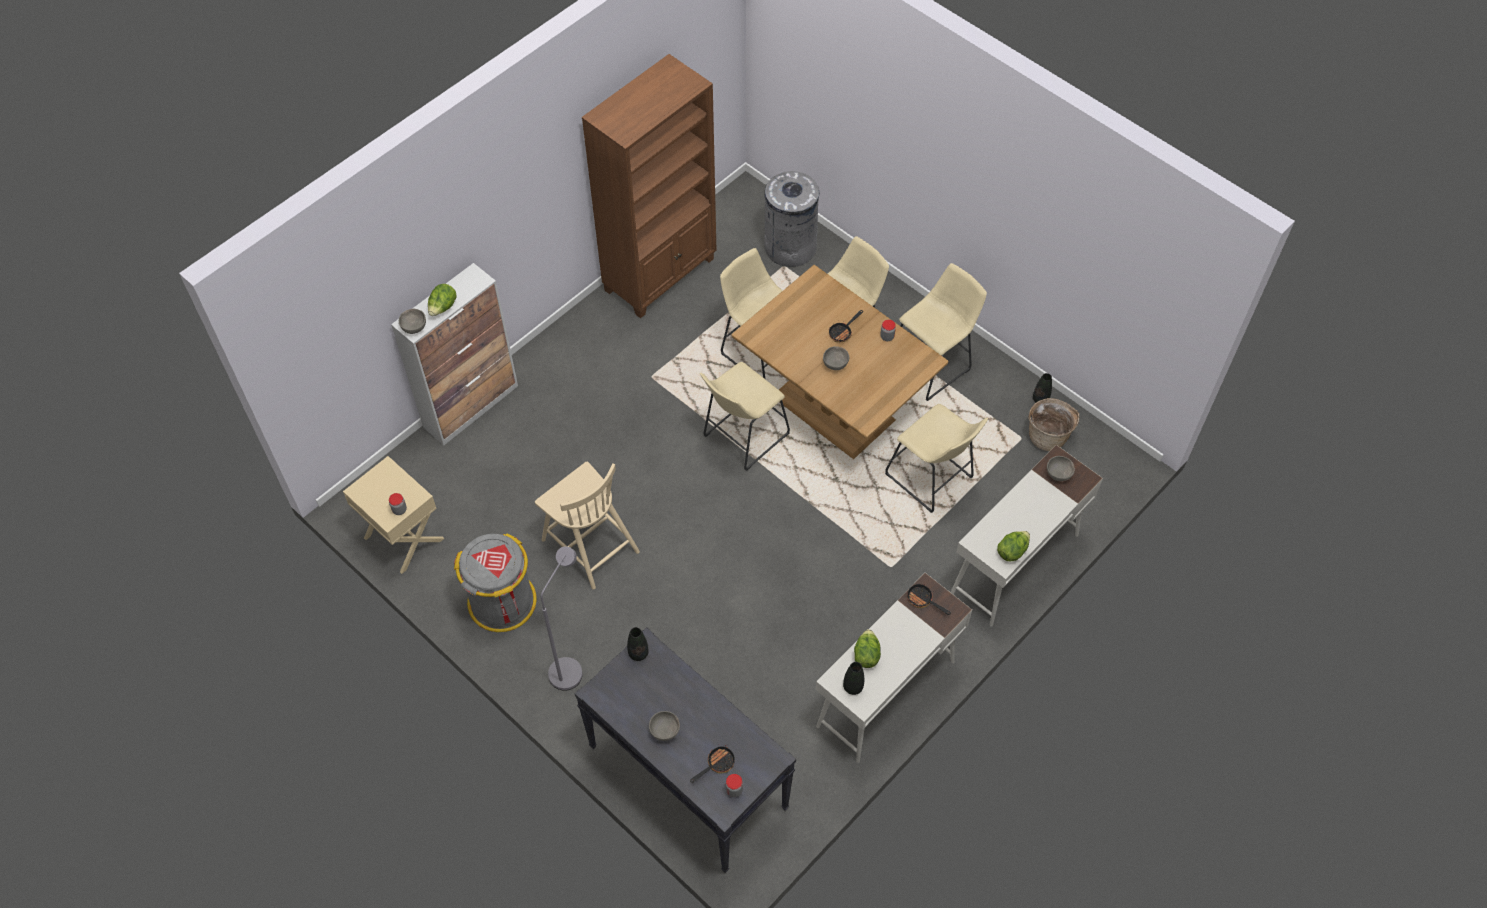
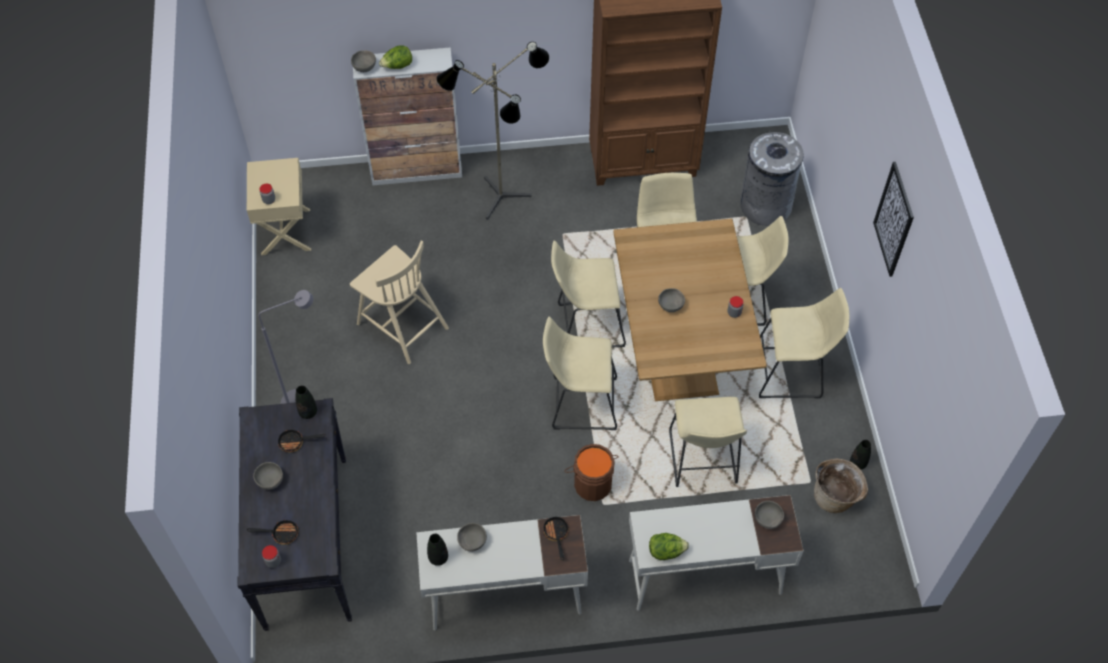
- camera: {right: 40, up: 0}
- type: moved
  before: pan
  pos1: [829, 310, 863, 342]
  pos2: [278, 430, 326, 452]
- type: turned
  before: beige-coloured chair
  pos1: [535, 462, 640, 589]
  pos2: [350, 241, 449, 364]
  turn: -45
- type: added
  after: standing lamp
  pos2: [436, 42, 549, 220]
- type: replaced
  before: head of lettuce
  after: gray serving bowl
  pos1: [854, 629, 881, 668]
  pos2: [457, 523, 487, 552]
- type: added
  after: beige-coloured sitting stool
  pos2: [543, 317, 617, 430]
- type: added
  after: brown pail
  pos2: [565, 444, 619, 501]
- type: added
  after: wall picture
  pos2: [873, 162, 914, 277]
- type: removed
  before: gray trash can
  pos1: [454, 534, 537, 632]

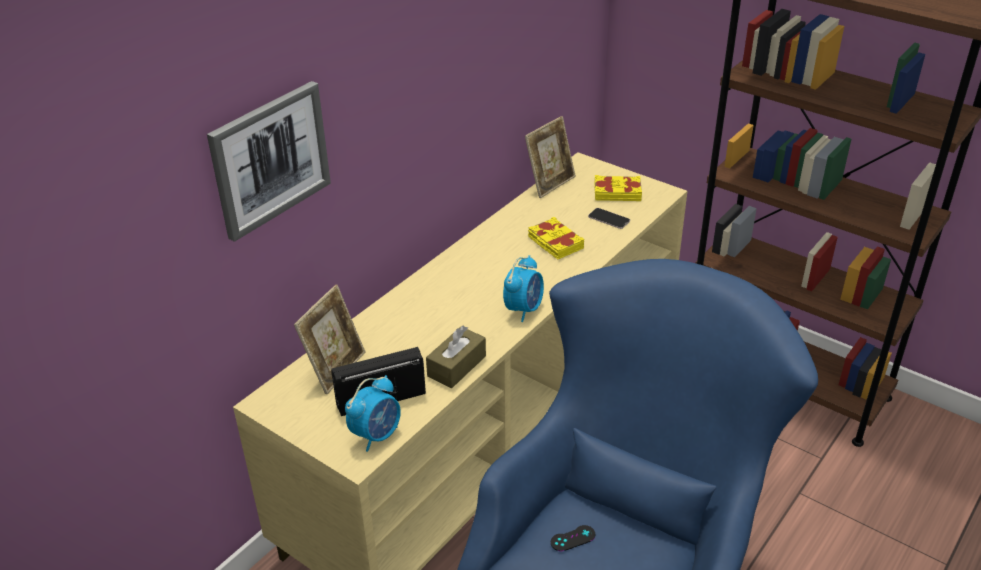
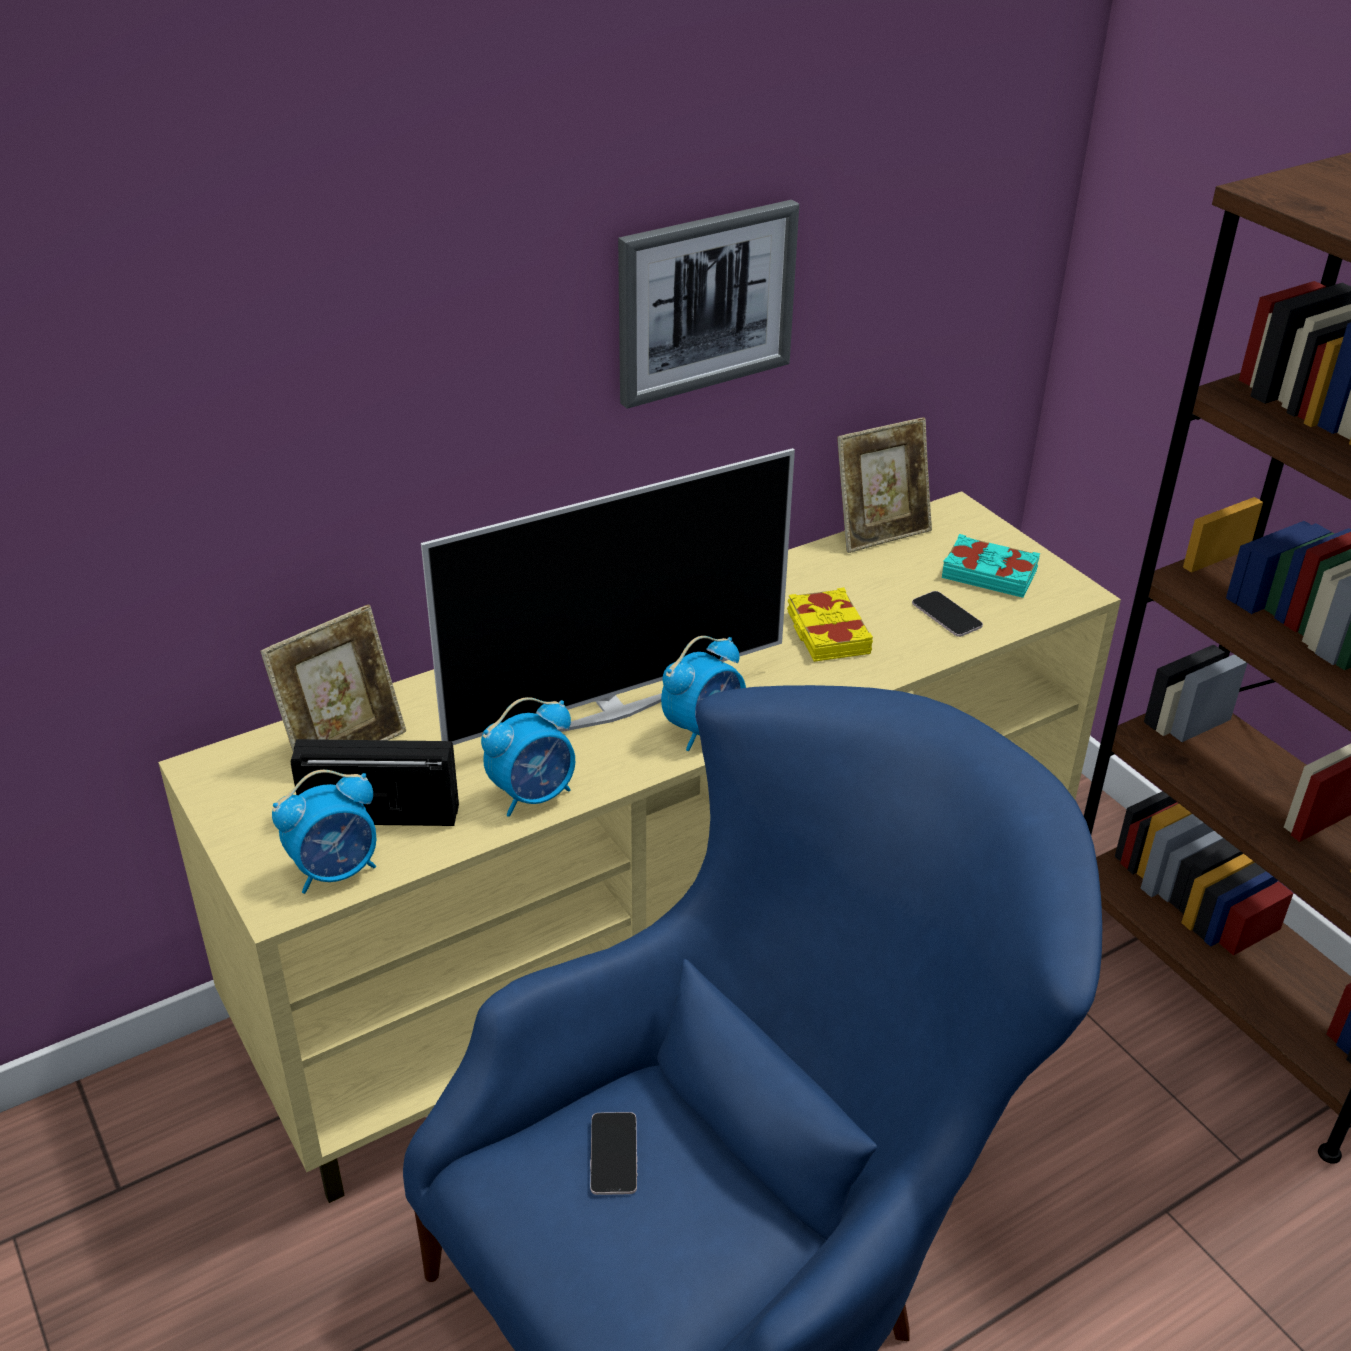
- camera: {right: 20, up: 0}
- type: added
  after: TV
  pos2: [421, 448, 795, 745]
- type: replaced
  before: brown tissue holder
  after: table clock
  pos1: [426, 326, 486, 388]
  pos2: [481, 697, 575, 817]
- type: replaced
  before: blackish game controller
  after: telephone
  pos1: [551, 525, 596, 551]
  pos2: [590, 1112, 637, 1195]
- type: moved
  before: wall picture
  pos1: [207, 81, 331, 242]
  pos2: [618, 200, 799, 408]
- type: recoloured
  before: yellow book
  after: turquoise book
  pos1: [594, 175, 642, 201]
  pos2: [942, 534, 1040, 598]

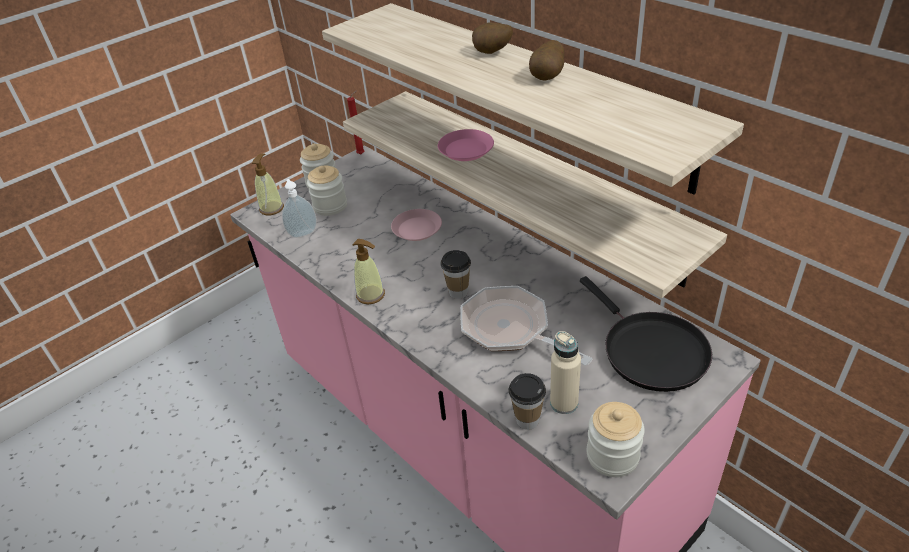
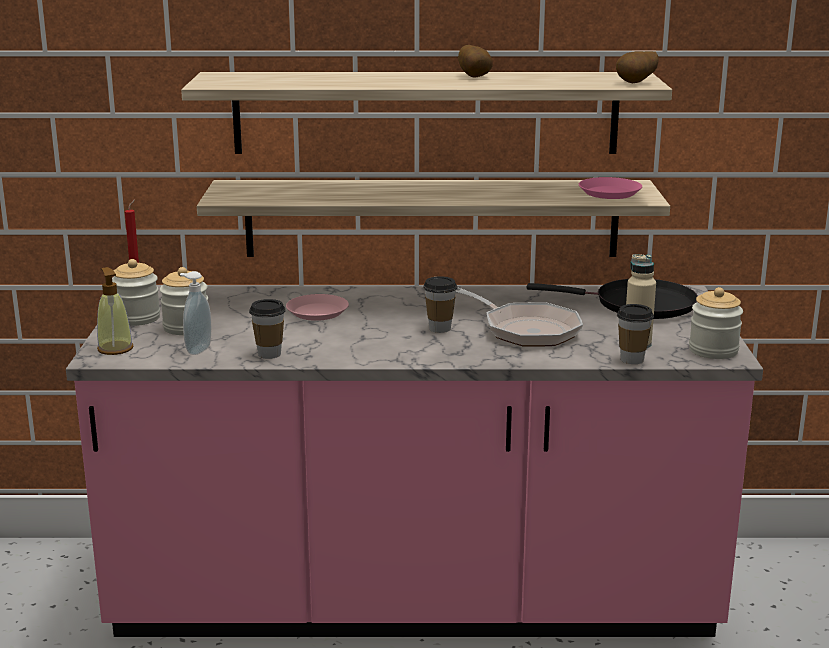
- camera: {right: -50, up: -20}
- type: added
  after: small cup
  pos2: [249, 299, 286, 359]
- type: turned
  before: pan
  pos1: [460, 286, 592, 366]
  pos2: [456, 287, 583, 347]
  turn: -135
- type: moved
  before: pinkish plate
  pos1: [438, 129, 494, 161]
  pos2: [579, 177, 642, 199]
- type: moved
  before: potato
  pos1: [472, 22, 513, 54]
  pos2: [616, 51, 659, 83]
- type: removed
  before: liquid soap bottle
  pos1: [352, 239, 385, 304]

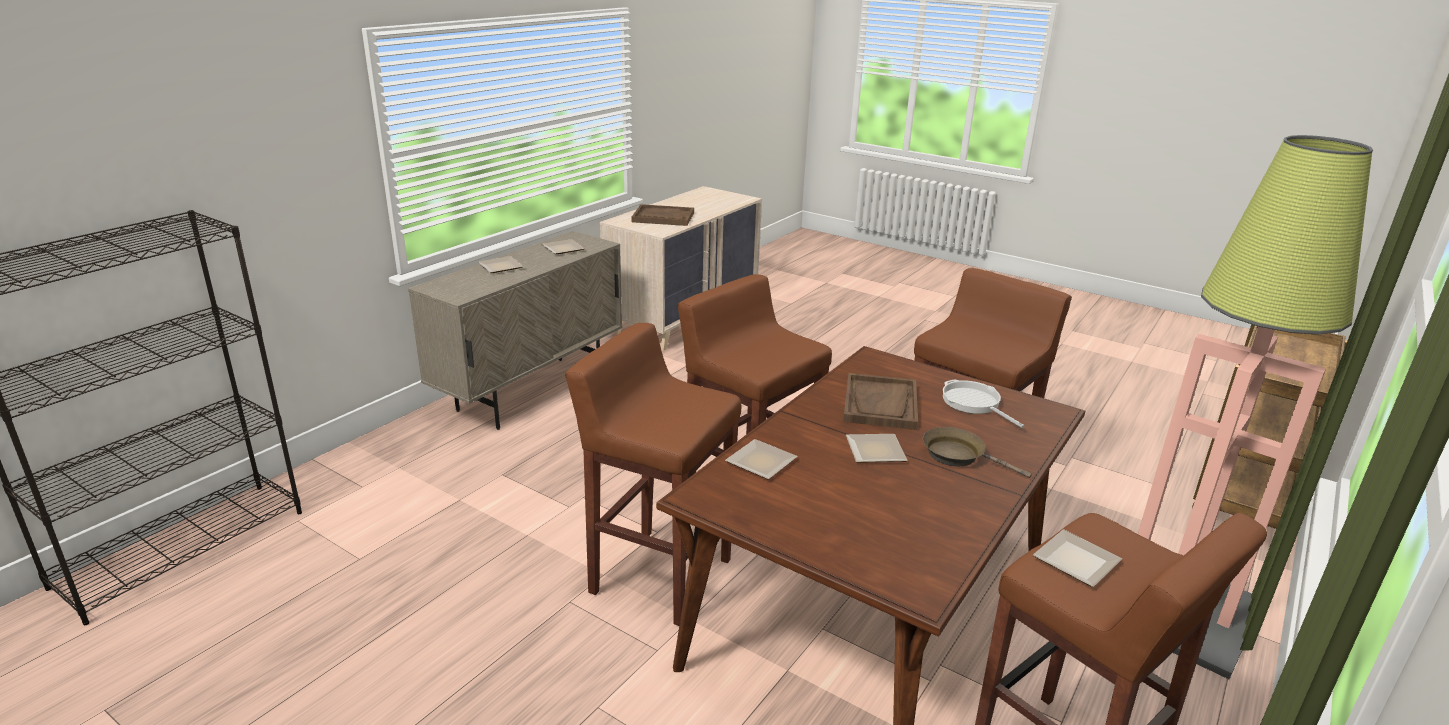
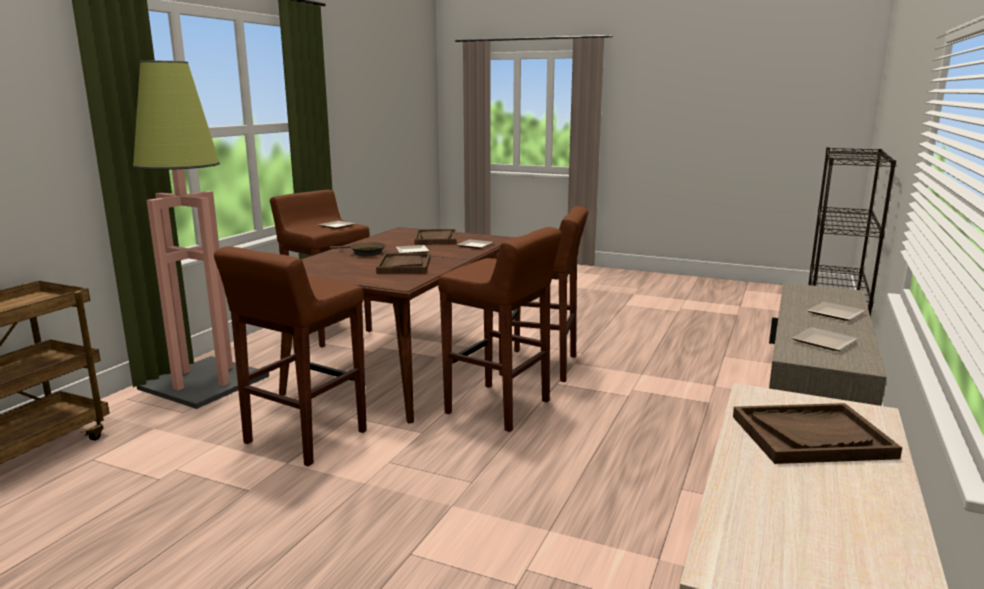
- camera: {right: 170, up: -10}
- type: added
  after: brown tray
  pos2: [414, 229, 457, 245]
- type: removed
  before: pan
  pos1: [943, 379, 1025, 428]

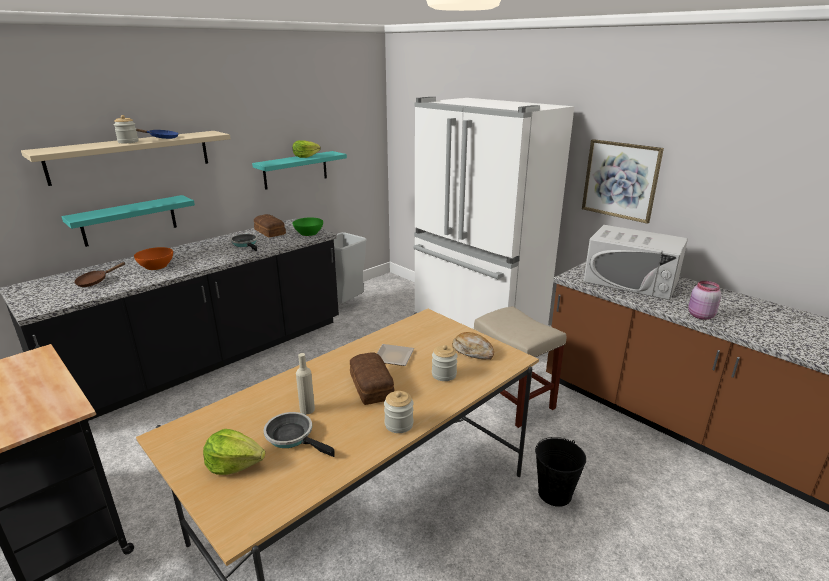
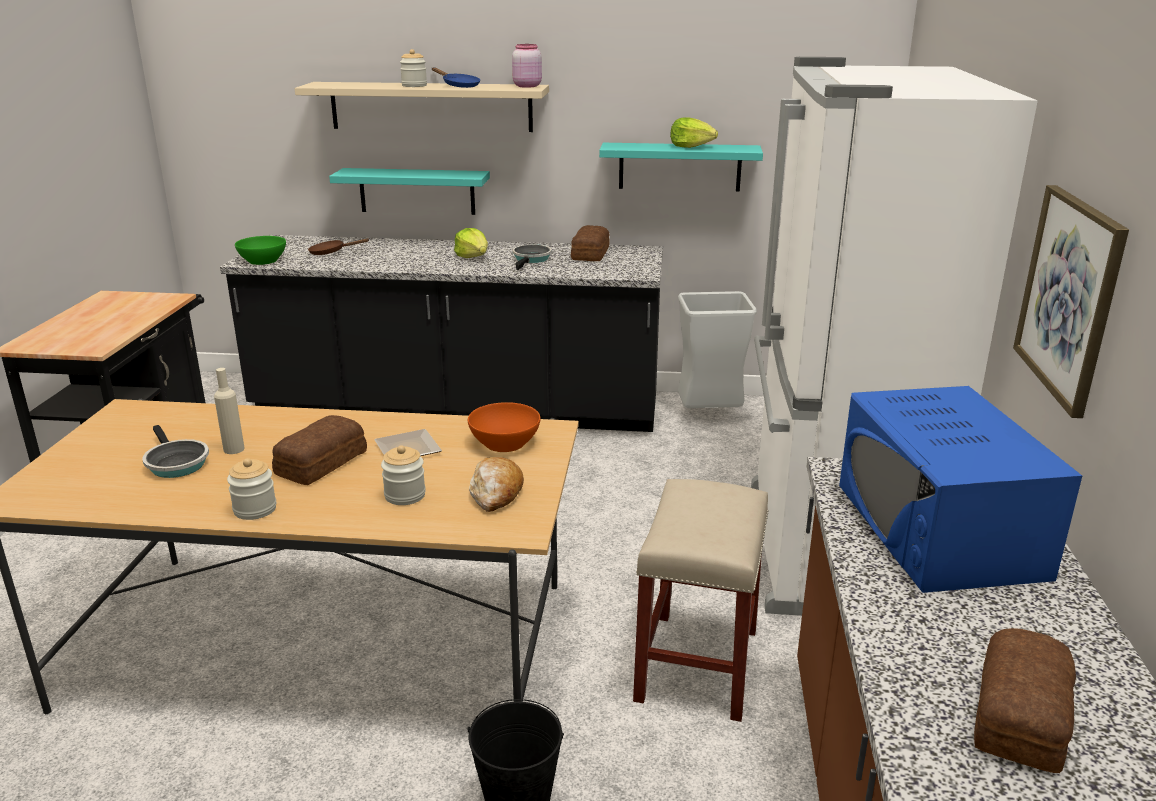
- camera: {right: 50, up: 0}
- type: turned
  before: pan
  pos1: [263, 412, 335, 457]
  pos2: [142, 425, 209, 478]
  turn: 150
- type: moved
  before: green-coloured serving bowl
  pos1: [293, 218, 323, 236]
  pos2: [235, 236, 286, 265]
- type: moved
  before: head of lettuce
  pos1: [203, 429, 265, 475]
  pos2: [454, 228, 488, 258]
- type: moved
  before: orange-coloured serving bowl
  pos1: [134, 247, 173, 270]
  pos2: [468, 402, 540, 452]
- type: moved
  before: pinkish jar
  pos1: [688, 281, 721, 320]
  pos2: [512, 44, 542, 88]
- type: recoloured
  before: white microwave
  after: bluish microwave
  pos1: [583, 225, 688, 300]
  pos2: [839, 386, 1082, 593]
- type: added
  after: bakery bread
  pos2: [974, 628, 1076, 773]

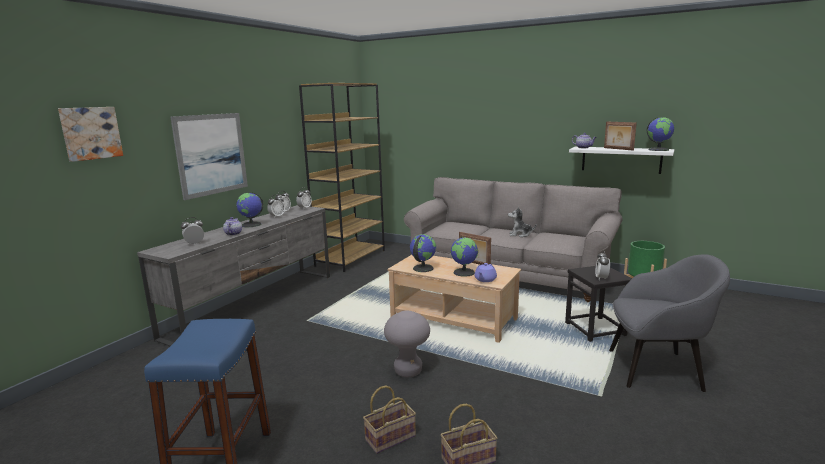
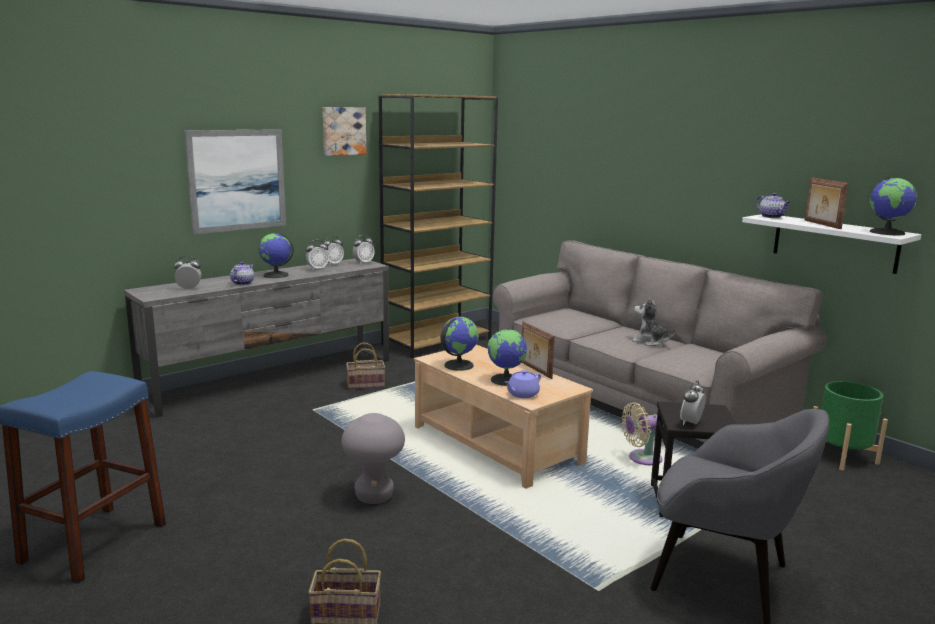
- camera: {right: 20, up: 0}
- type: moved
  before: wall picture
  pos1: [58, 107, 123, 162]
  pos2: [323, 107, 366, 156]
- type: moved
  before: storage basket
  pos1: [363, 386, 416, 454]
  pos2: [346, 342, 385, 389]
- type: added
  after: beige-coloured fan
  pos2: [622, 402, 662, 465]

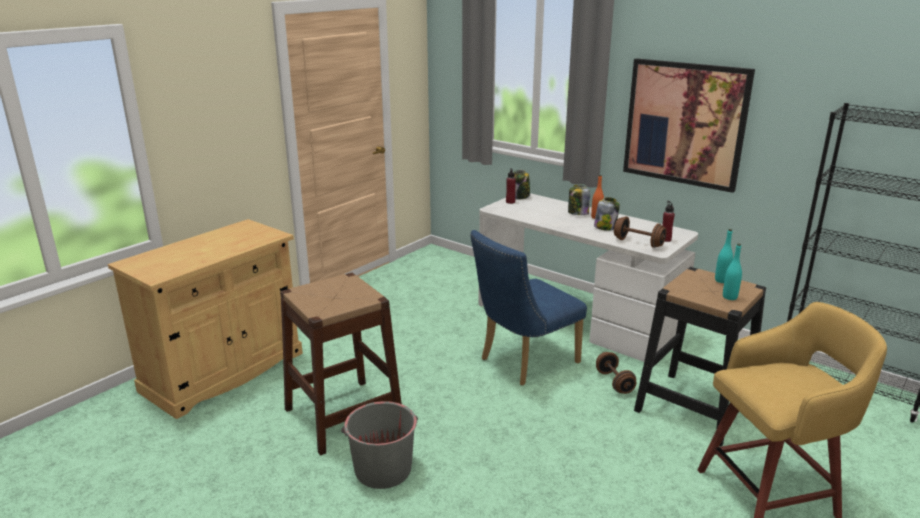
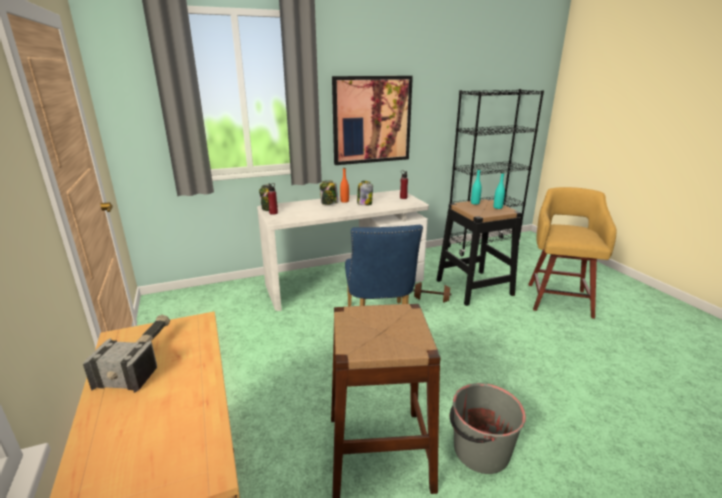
- camera: {right: -60, up: 0}
- type: added
  after: hammer
  pos2: [83, 315, 170, 393]
- type: removed
  before: brown hand weight
  pos1: [614, 216, 667, 248]

